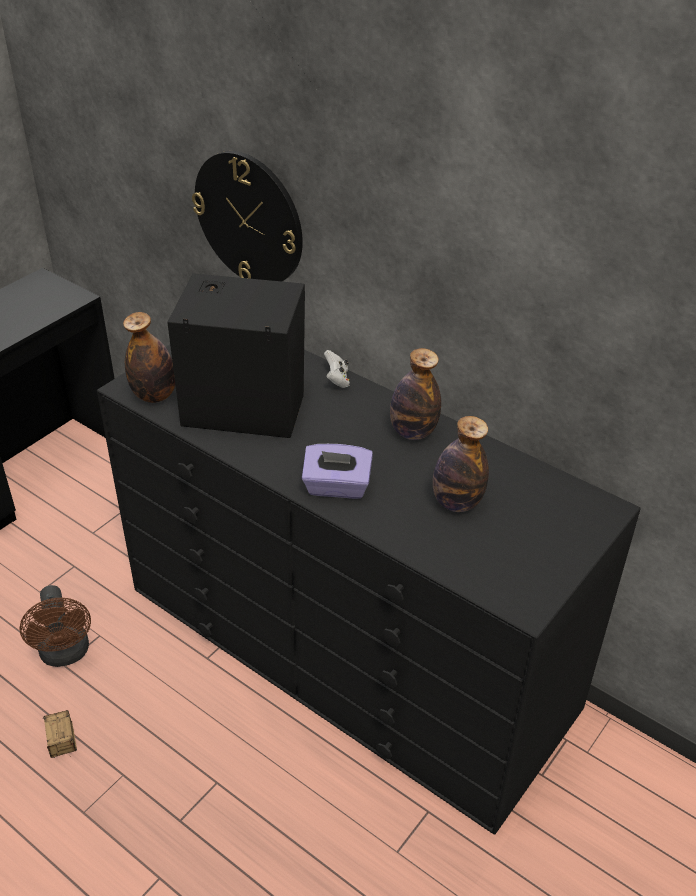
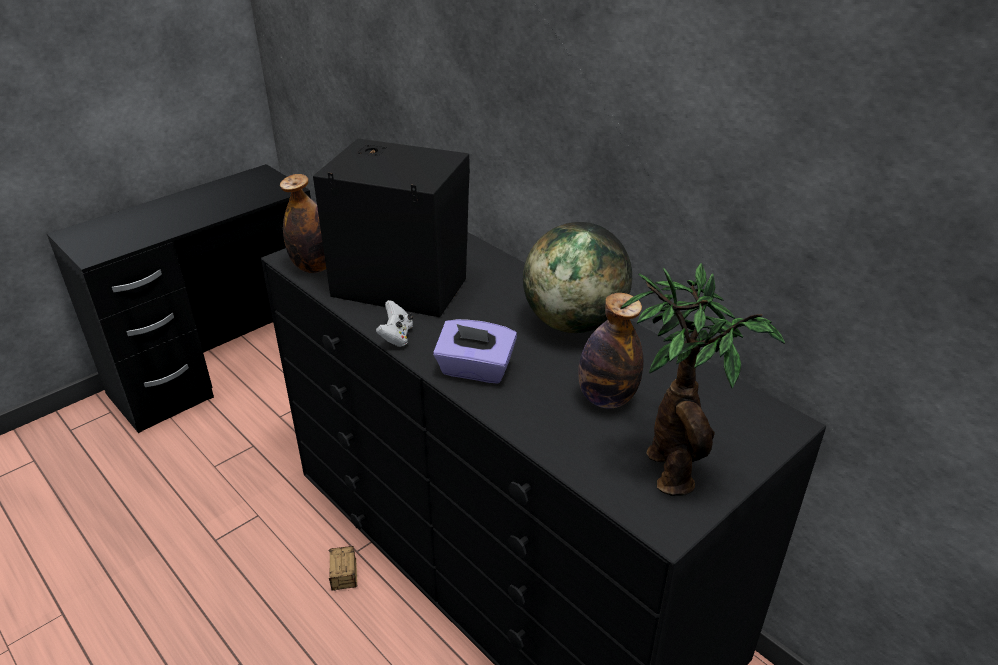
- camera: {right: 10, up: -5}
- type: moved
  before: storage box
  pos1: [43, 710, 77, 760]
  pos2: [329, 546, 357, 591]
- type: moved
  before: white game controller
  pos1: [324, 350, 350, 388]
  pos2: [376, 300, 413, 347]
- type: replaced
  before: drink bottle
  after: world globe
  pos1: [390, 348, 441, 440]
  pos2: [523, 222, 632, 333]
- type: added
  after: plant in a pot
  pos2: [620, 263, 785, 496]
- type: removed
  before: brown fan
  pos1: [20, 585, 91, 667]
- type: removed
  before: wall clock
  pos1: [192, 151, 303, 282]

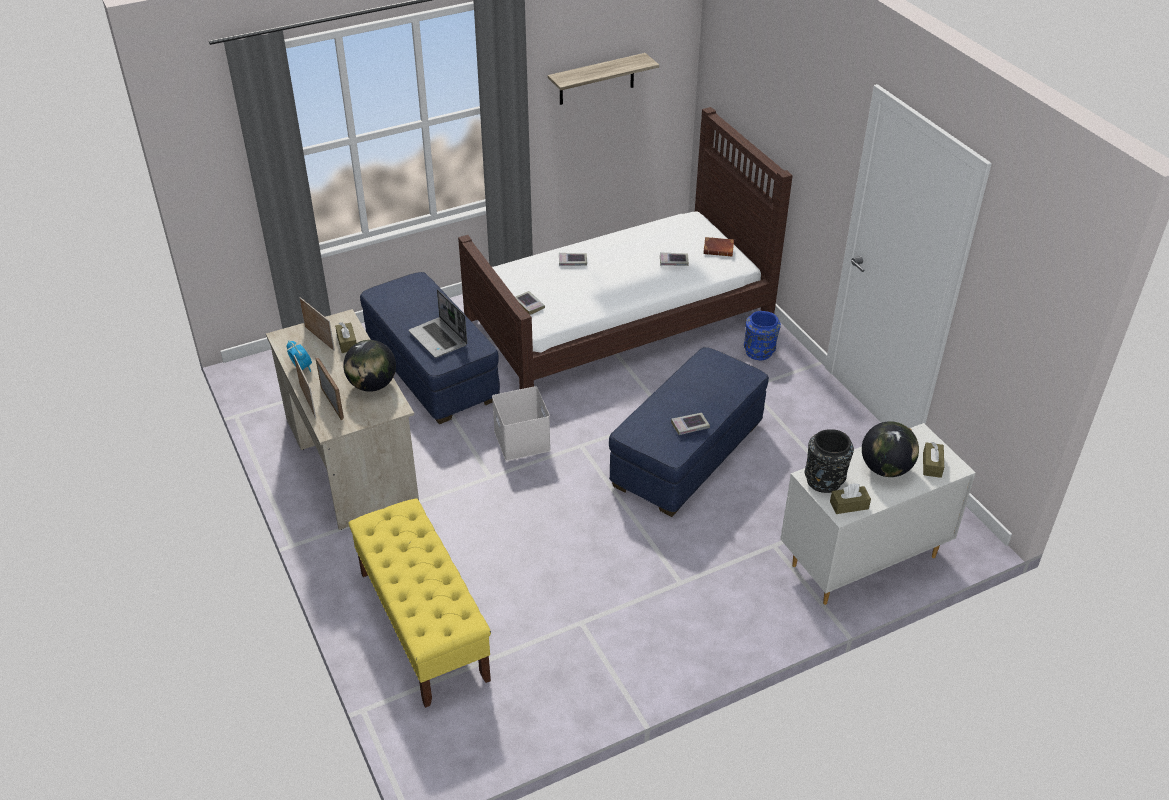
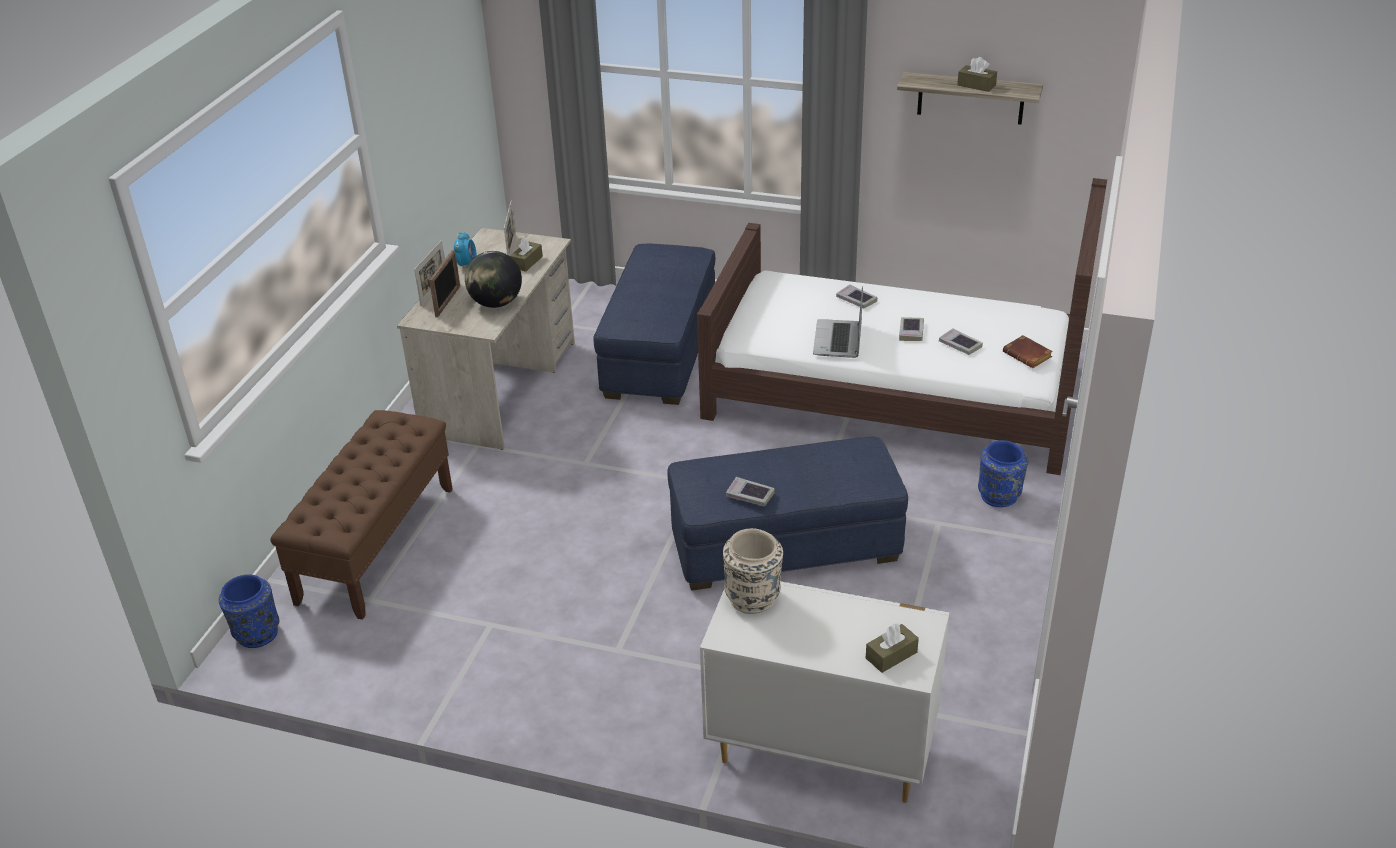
- camera: {right: 45, up: -5}
- type: added
  after: bluish vase
  pos2: [219, 574, 279, 648]
- type: recoloured
  before: yellow long seat
  after: brown long seat
  pos1: [349, 498, 491, 708]
  pos2: [270, 410, 453, 620]
- type: recoloured
  before: blackish vase
  after: beige-coloured vase
  pos1: [805, 429, 854, 493]
  pos2: [723, 528, 783, 614]
- type: moved
  before: laptop
  pos1: [409, 289, 467, 358]
  pos2: [813, 286, 863, 358]
- type: moved
  before: book
  pos1: [515, 291, 545, 315]
  pos2: [899, 317, 924, 341]
- type: moved
  before: brown tissue holder
  pos1: [830, 483, 871, 514]
  pos2: [957, 57, 997, 92]
- type: removed
  before: white storage box
  pos1: [492, 386, 551, 461]
- type: removed
  before: world globe
  pos1: [862, 421, 919, 477]

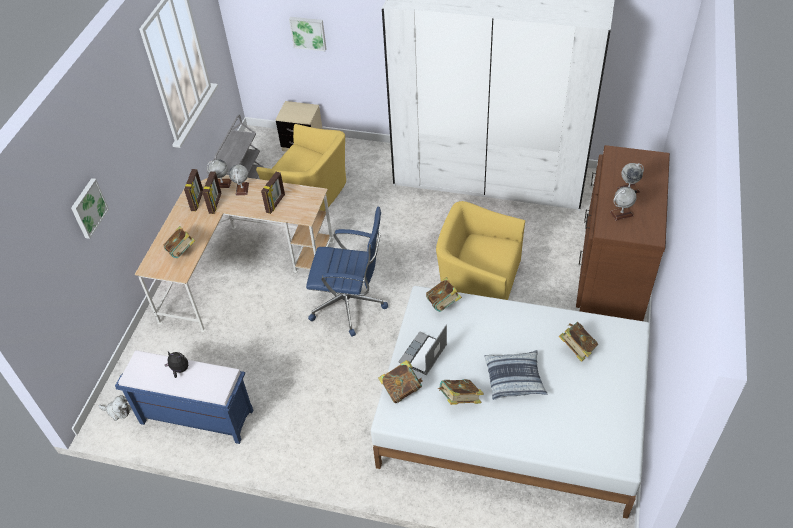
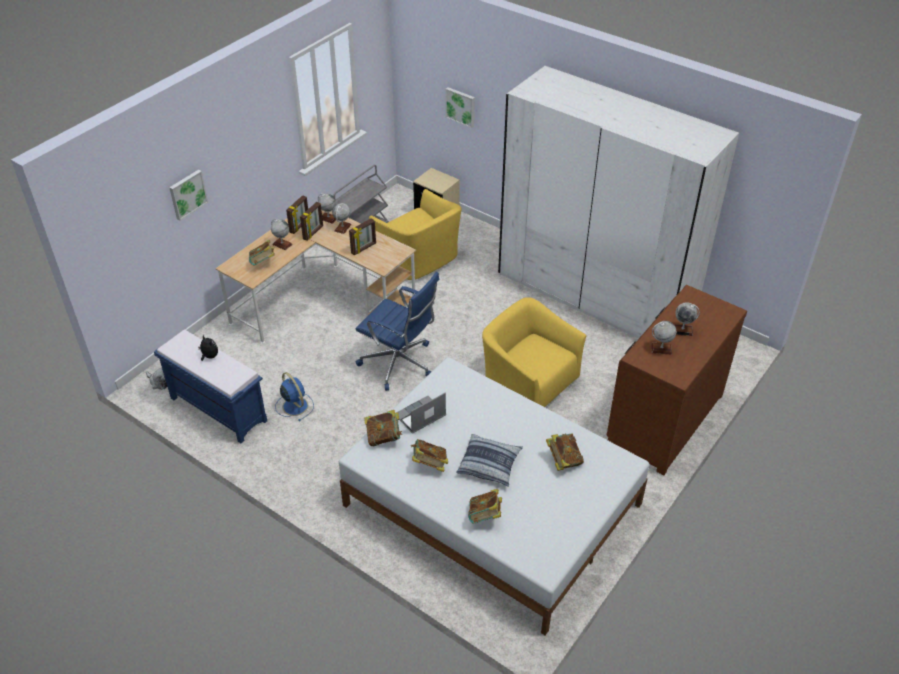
- camera: {right: 20, up: -5}
- type: added
  after: world globe
  pos2: [271, 219, 293, 250]
- type: added
  after: bluish fan
  pos2: [275, 372, 314, 421]
- type: moved
  before: book
  pos1: [426, 277, 462, 312]
  pos2: [468, 489, 502, 524]

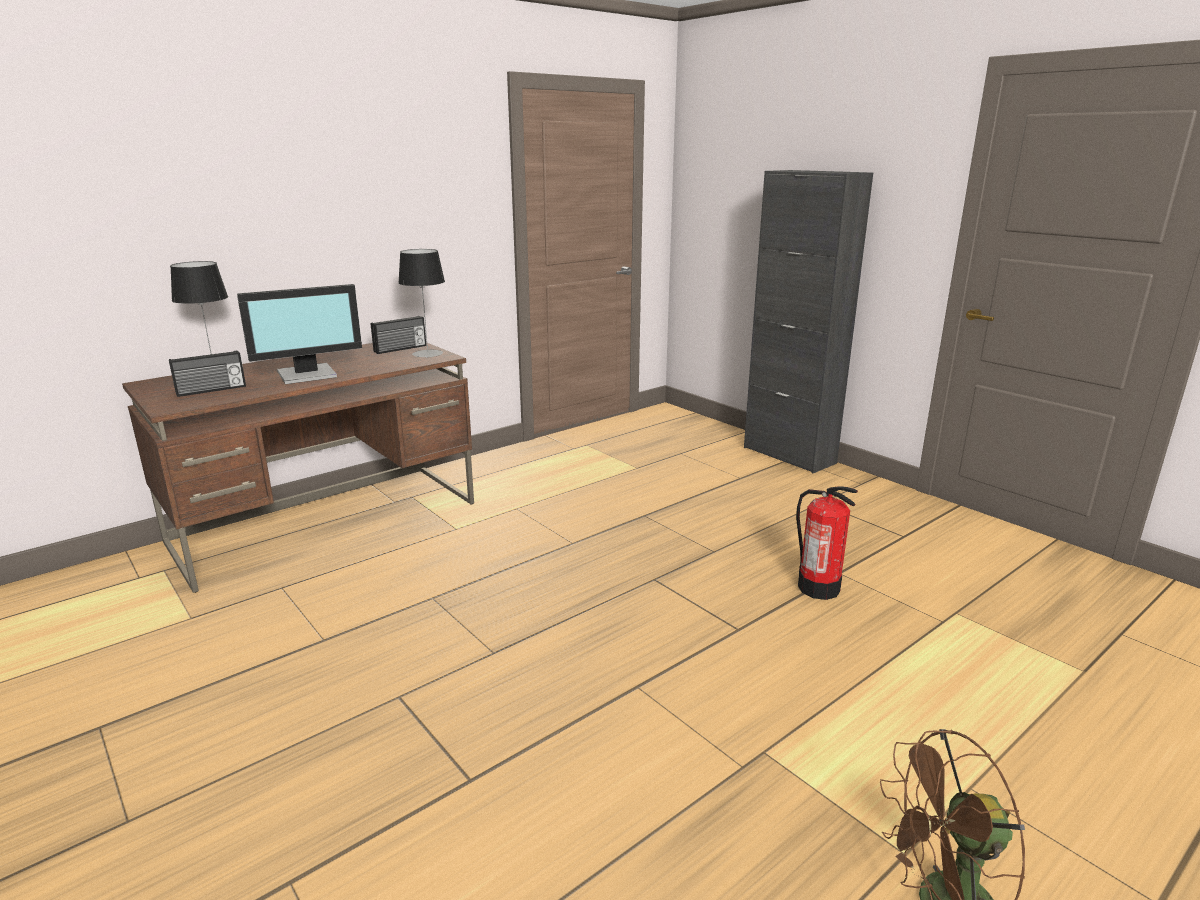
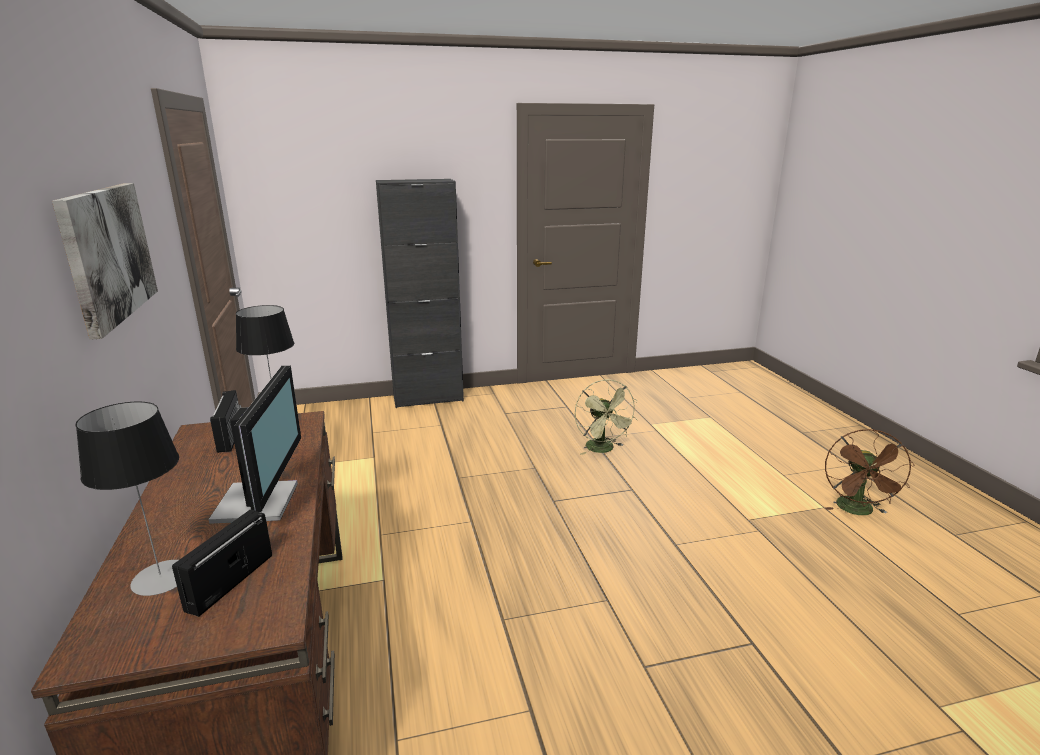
- camera: {right: -65, up: 0}
- type: added
  after: wall picture
  pos2: [52, 183, 158, 340]
- type: turned
  before: radio
  pos1: [169, 350, 246, 397]
  pos2: [172, 509, 272, 617]
  turn: -150
- type: replaced
  before: extinguisher
  after: green-coloured fan
  pos1: [796, 486, 858, 600]
  pos2: [574, 379, 638, 455]

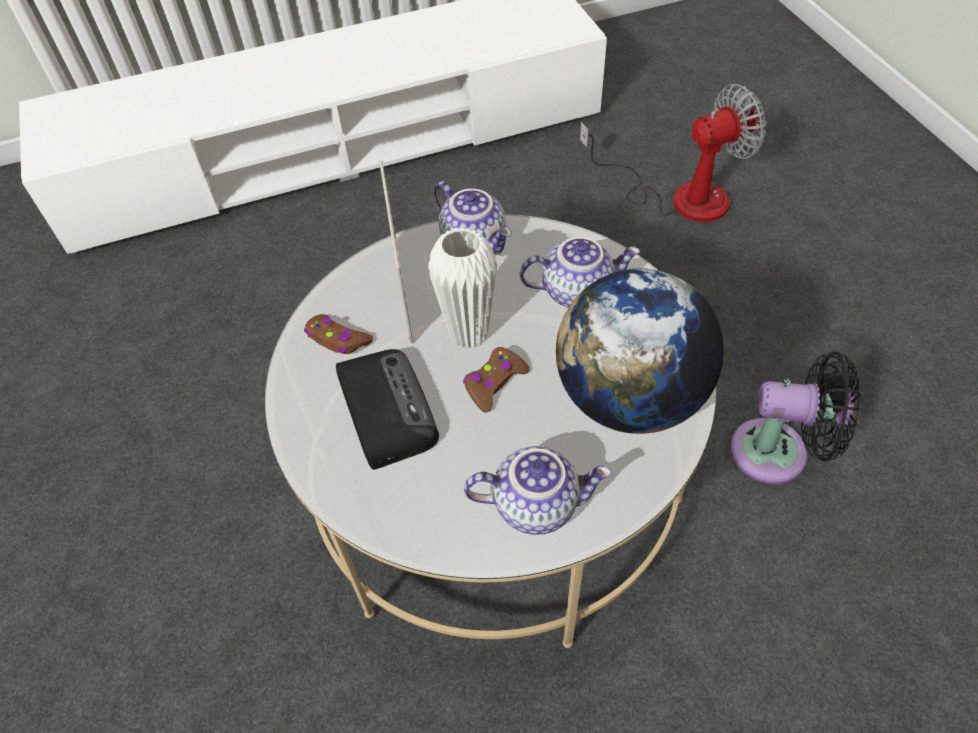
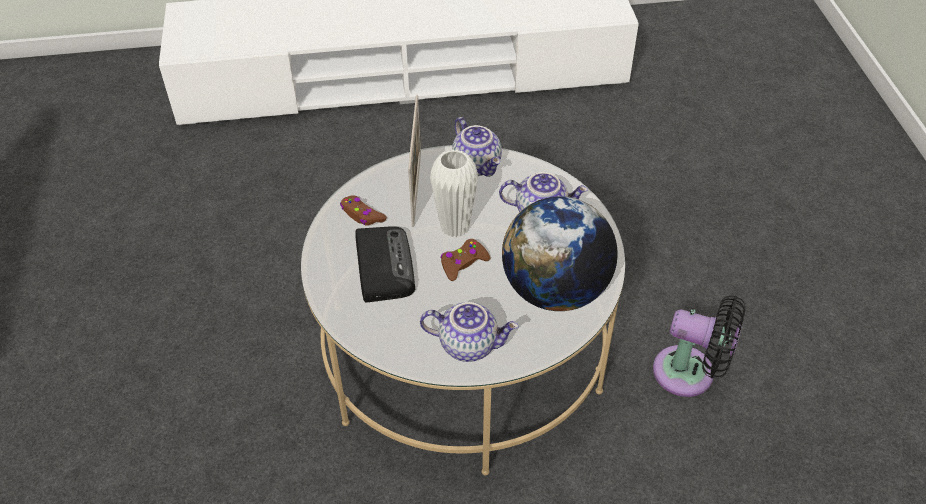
- camera: {right: 10, up: -5}
- type: removed
  before: fan
  pos1: [580, 84, 767, 222]

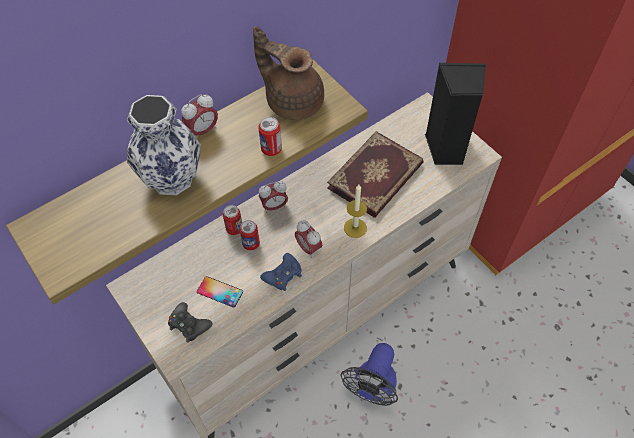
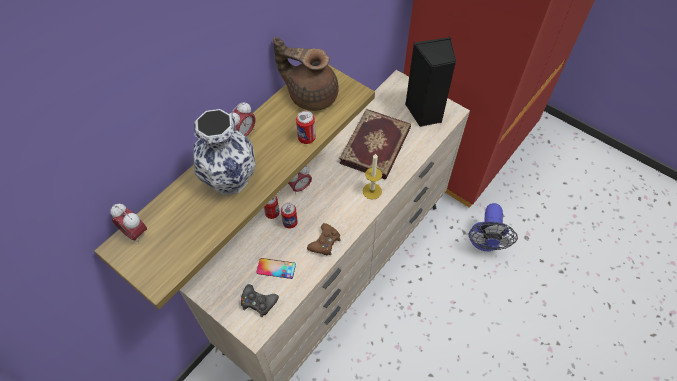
- camera: {right: -15, up: 0}
- type: moved
  before: table clock
  pos1: [295, 220, 322, 258]
  pos2: [111, 204, 147, 244]
- type: recoloured
  before: bluish game controller
  after: brown game controller
  pos1: [260, 253, 302, 291]
  pos2: [307, 223, 341, 255]
- type: moved
  before: fan
  pos1: [341, 343, 398, 406]
  pos2: [468, 203, 518, 251]

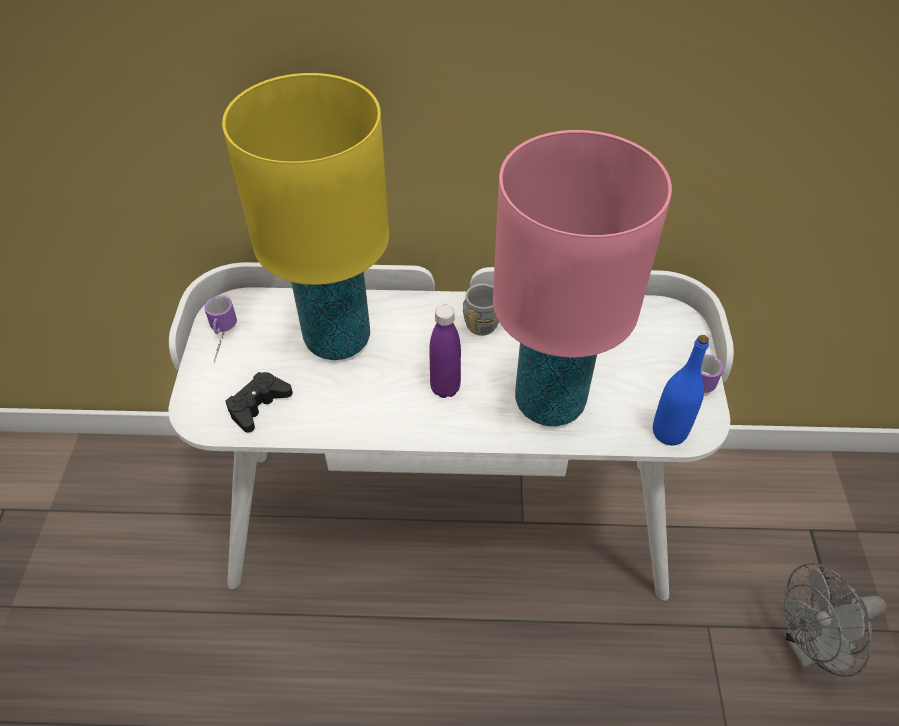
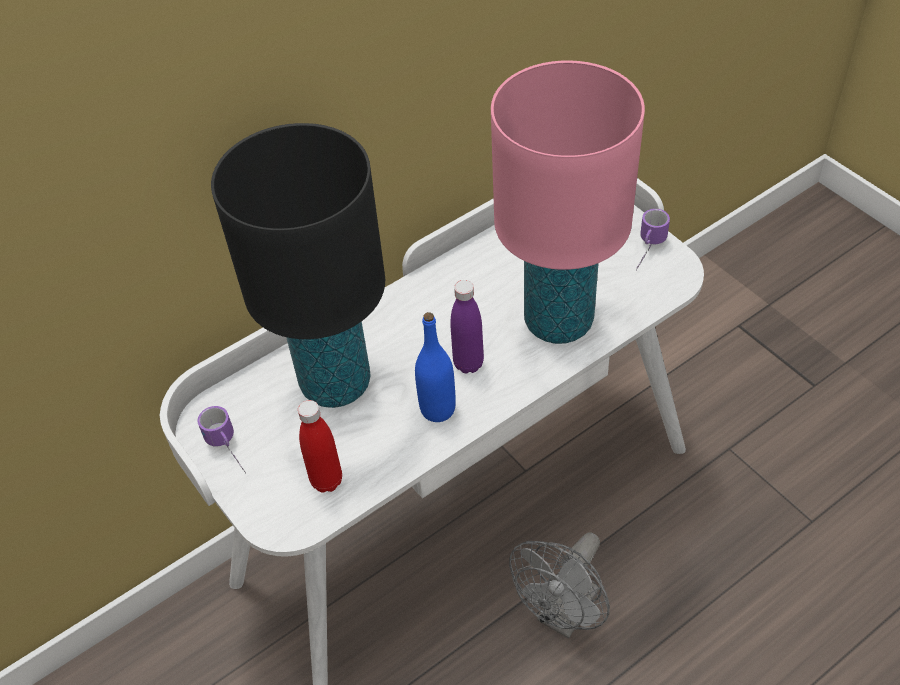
- camera: {right: -35, up: 0}
- type: recoloured
  before: yellow table lamp
  after: blackish table lamp
  pos1: [222, 73, 389, 360]
  pos2: [211, 123, 385, 408]
- type: replaced
  before: blackish game controller
  after: red drink bottle
  pos1: [226, 372, 293, 432]
  pos2: [298, 400, 342, 493]
- type: moved
  before: bluish drink bottle
  pos1: [653, 335, 709, 445]
  pos2: [415, 312, 456, 422]
- type: moved
  before: gray fan
  pos1: [783, 563, 887, 677]
  pos2: [509, 533, 610, 639]
- type: removed
  before: gray coffee mug
  pos1: [463, 284, 499, 336]

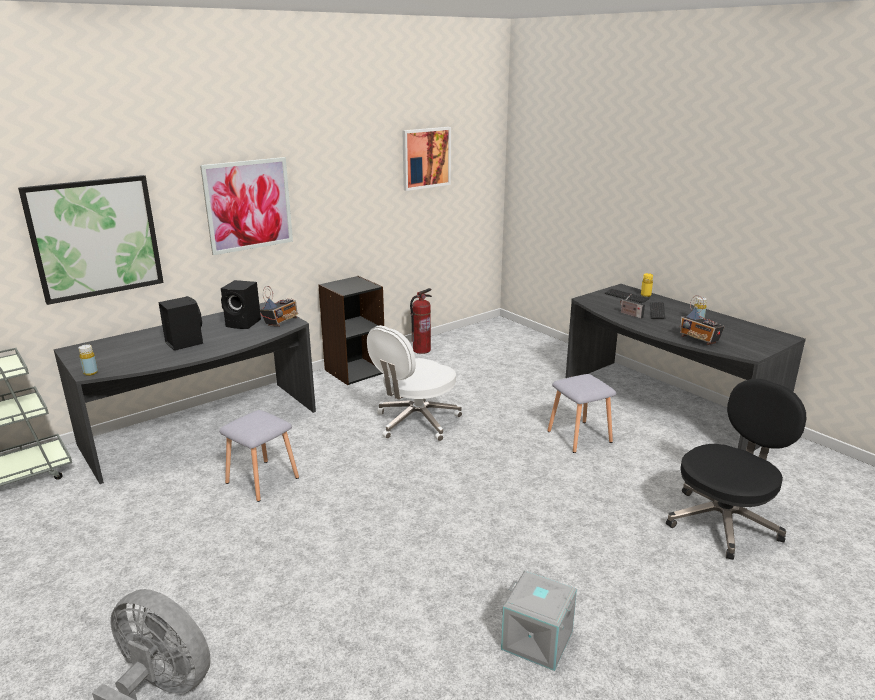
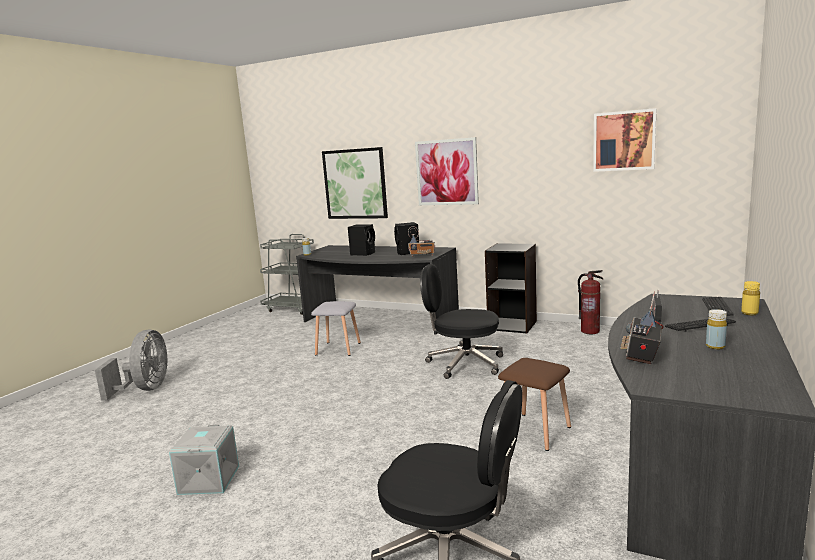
- camera: {right: 65, up: -10}
- type: recoloured
  before: white desk chair
  after: blackish desk chair
  pos1: [367, 325, 462, 441]
  pos2: [420, 264, 503, 379]
- type: recoloured
  before: gray sitting stool
  after: brown sitting stool
  pos1: [547, 374, 616, 453]
  pos2: [498, 358, 571, 451]

